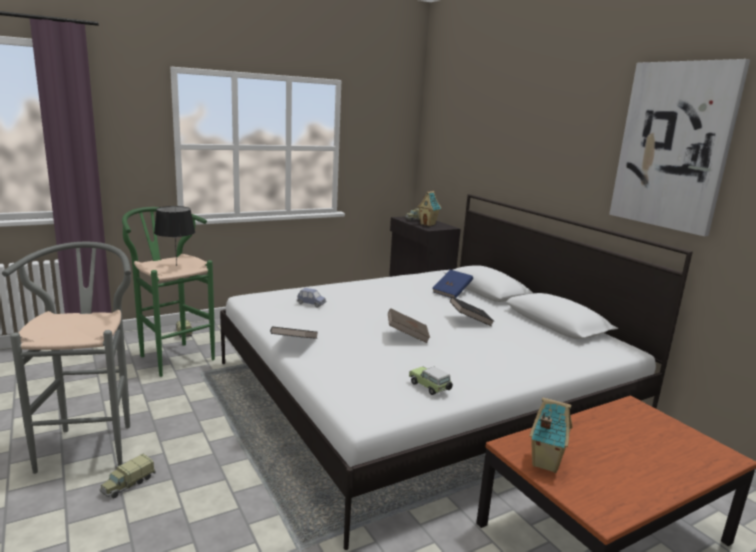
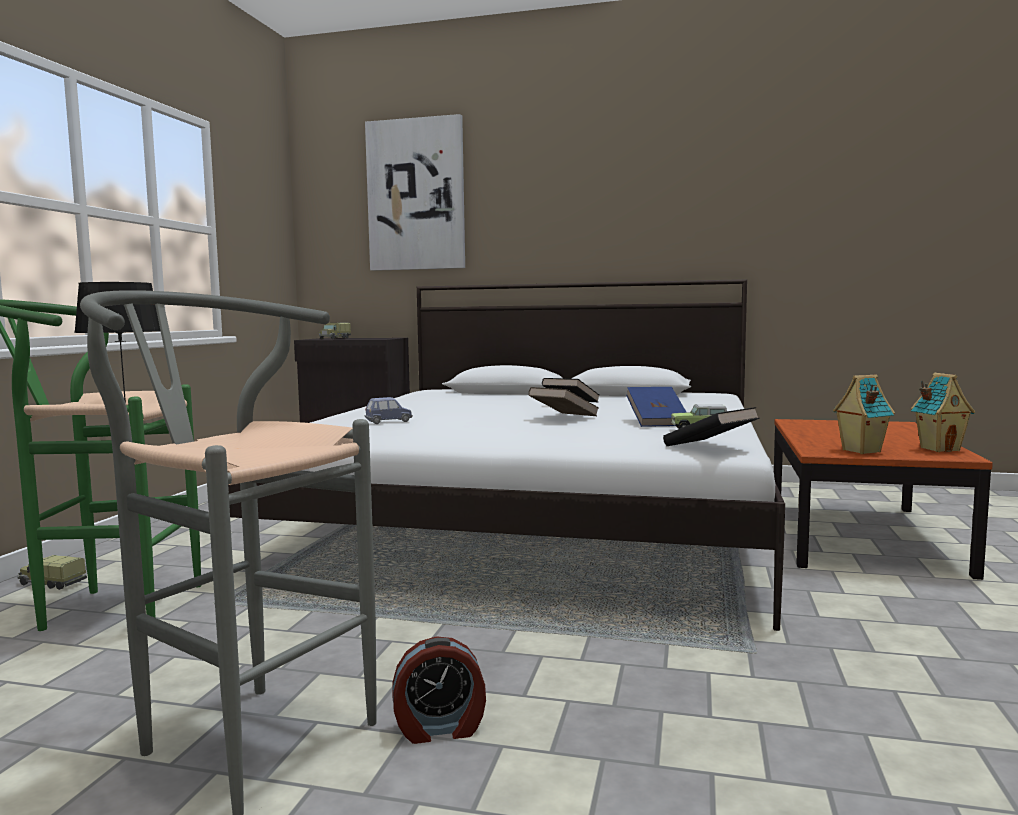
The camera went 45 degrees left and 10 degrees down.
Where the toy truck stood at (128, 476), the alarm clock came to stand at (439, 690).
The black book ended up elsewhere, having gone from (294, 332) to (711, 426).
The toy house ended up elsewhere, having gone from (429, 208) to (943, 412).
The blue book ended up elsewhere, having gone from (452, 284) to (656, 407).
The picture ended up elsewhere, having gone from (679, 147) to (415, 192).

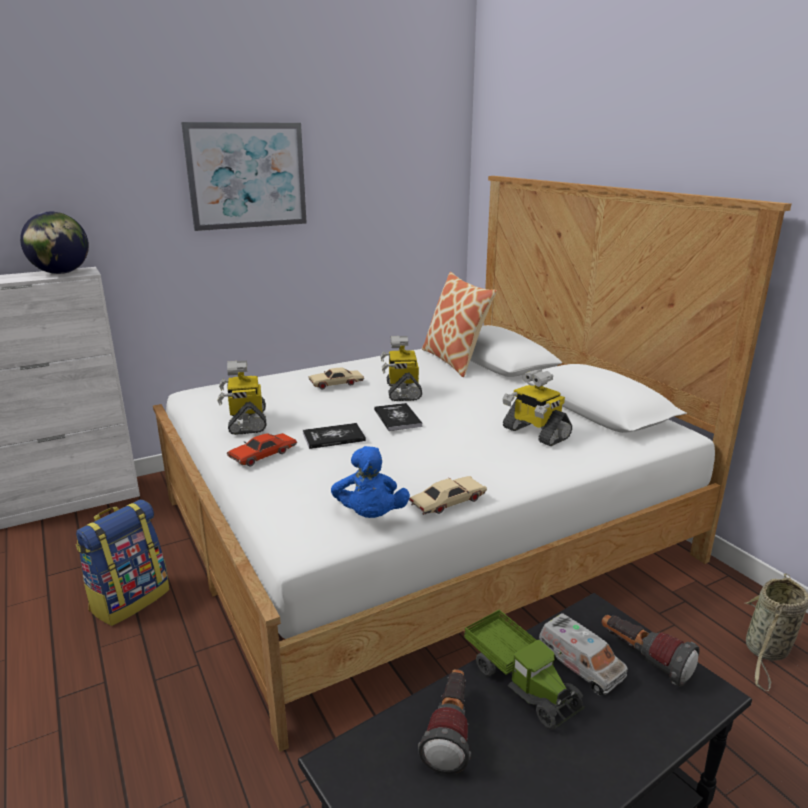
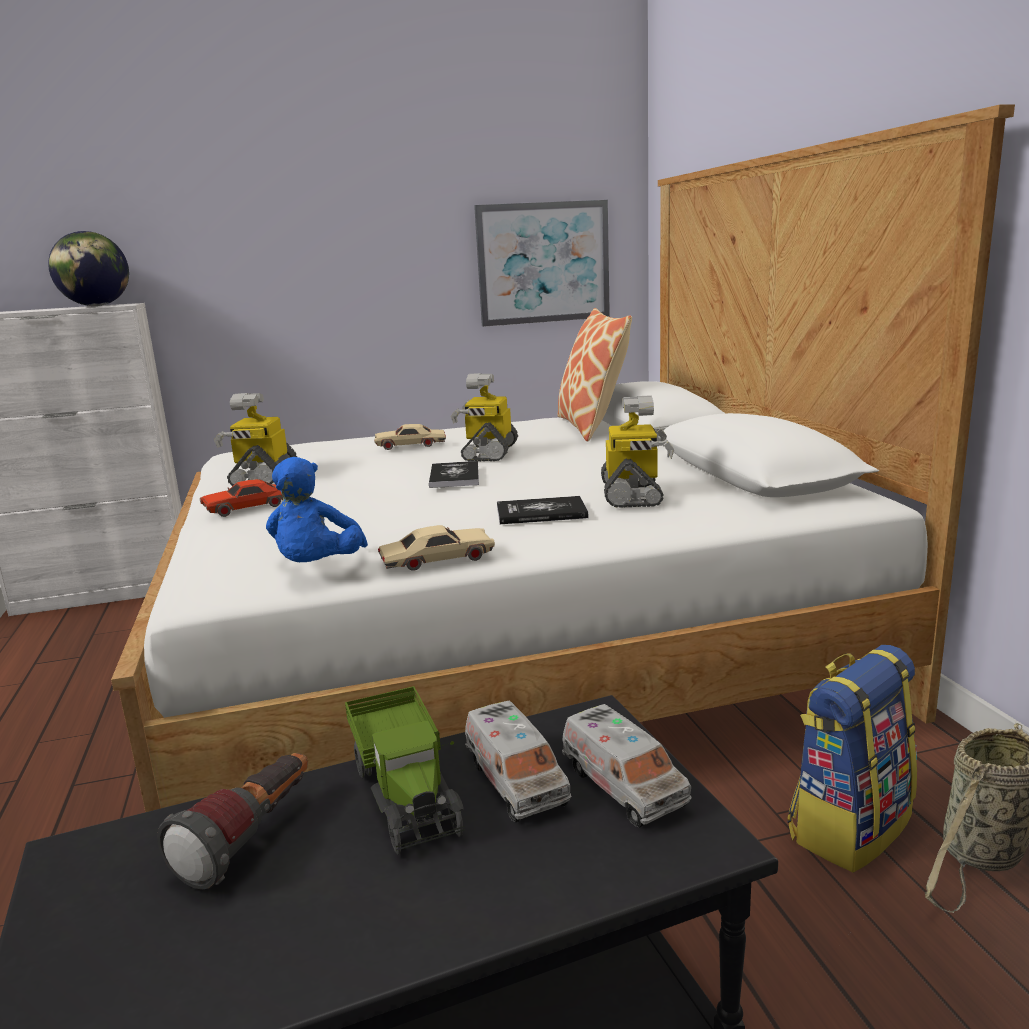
The camera went 15 degrees right and 5 degrees down.
The backpack ended up elsewhere, having gone from (123, 563) to (852, 758).
The picture ended up elsewhere, having gone from (244, 176) to (542, 263).
The book ended up elsewhere, having gone from (334, 436) to (542, 510).
The toy robot at (537, 407) ended up facing another way, 150 degrees counterclockwise from before.
Where the flashlight stood at (650, 651), the toy truck came to stand at (626, 765).

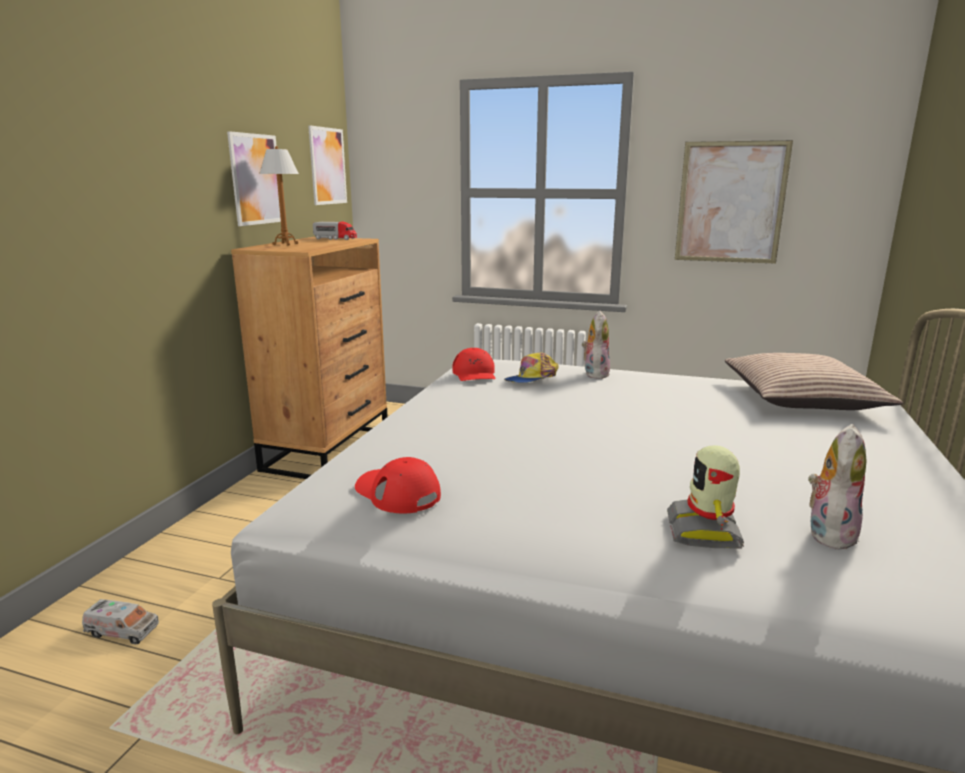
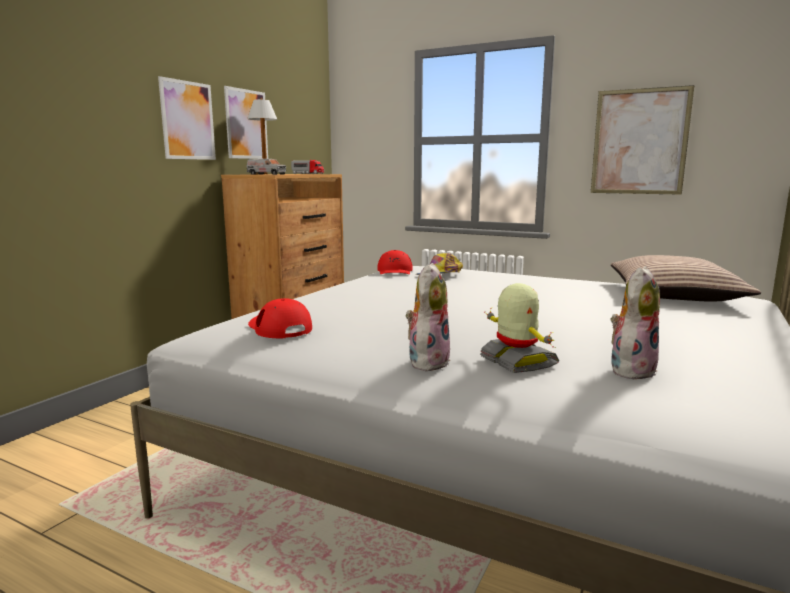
The camera went 10 degrees right and 5 degrees down.
The toy truck ended up elsewhere, having gone from (120, 621) to (266, 167).
The picture ended up elsewhere, having gone from (327, 165) to (187, 118).
The plush toy ended up elsewhere, having gone from (596, 344) to (428, 317).
The toy robot at (705, 497) ended up facing another way, 135 degrees clockwise from before.

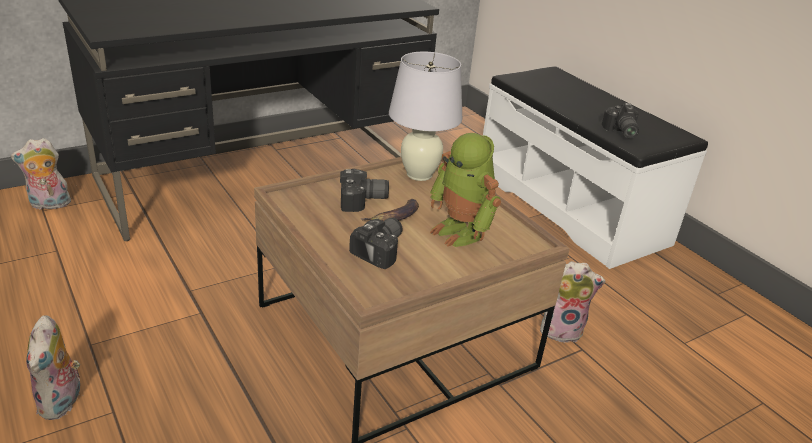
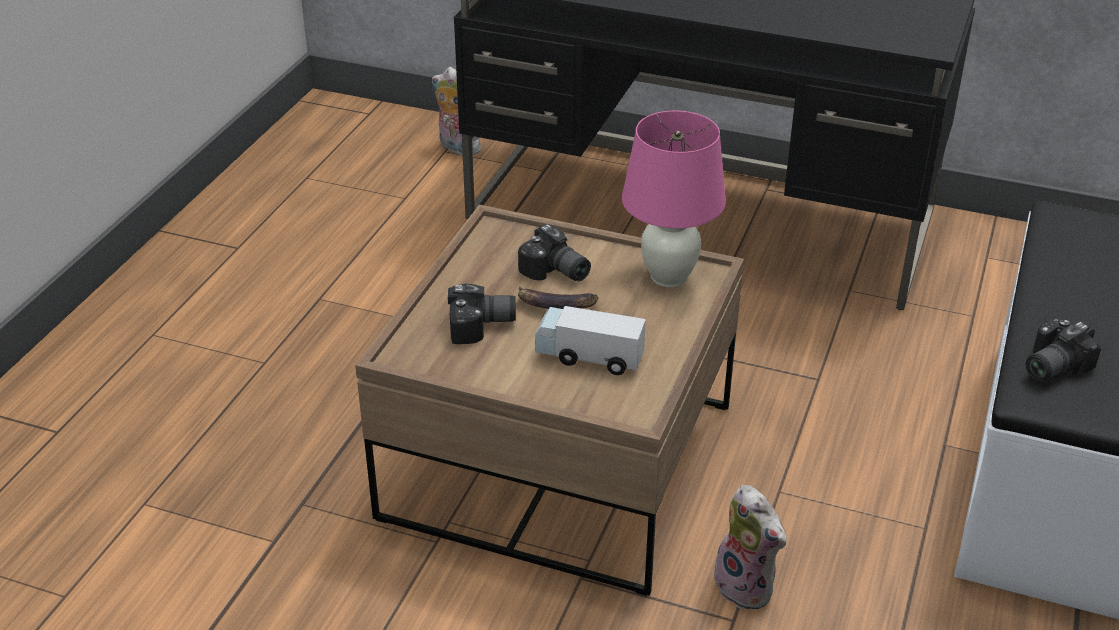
The camera went 55 degrees right and 5 degrees up.
The second view lost the plush toy at (55, 368).
What was the white table lamp at (425, 116) turned into the pink table lamp at (674, 199).
Where the toy robot stood at (465, 190), the toy truck came to stand at (590, 340).

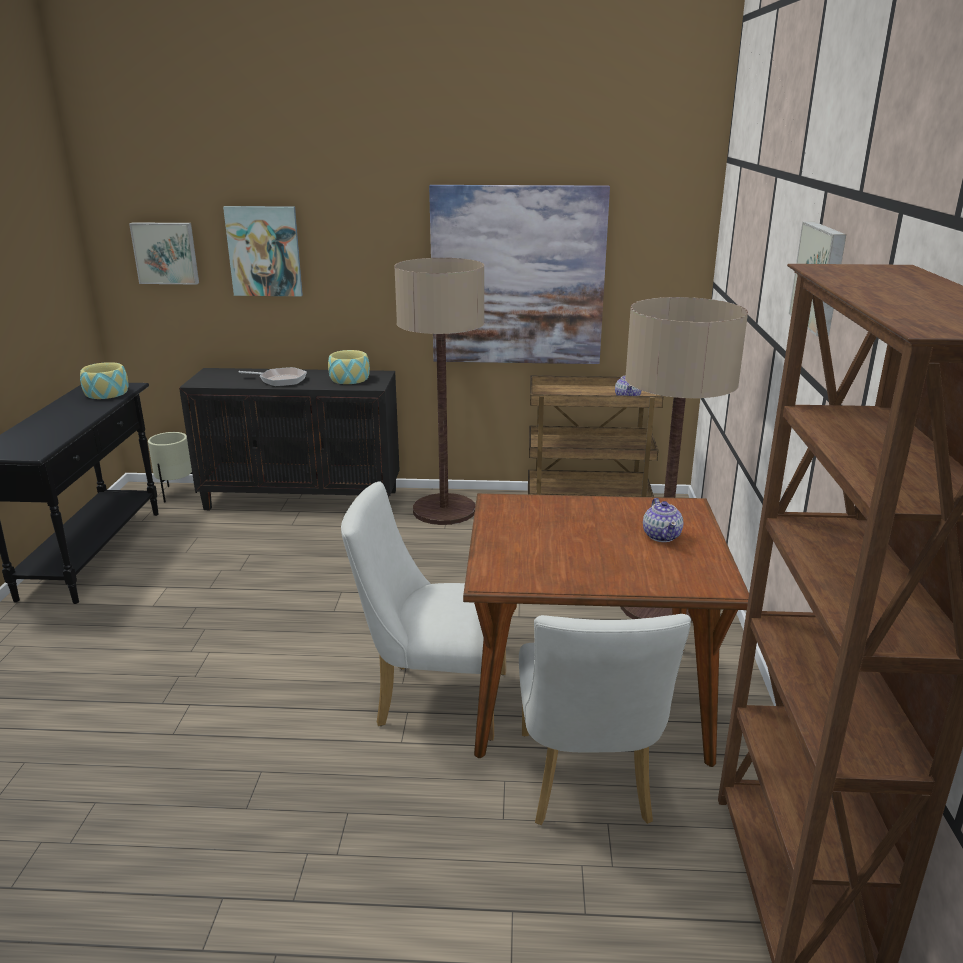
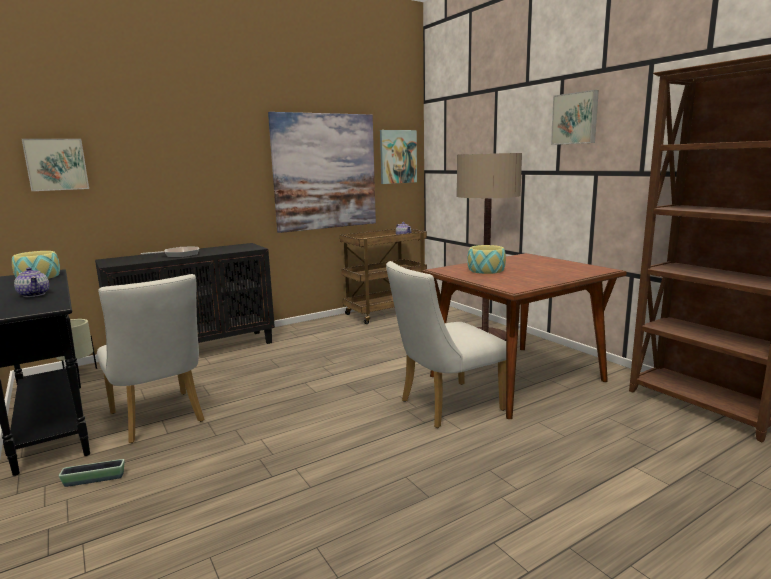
The camera went 35 degrees left and 10 degrees down.
The picture ended up elsewhere, having gone from (263, 251) to (398, 157).
The bowl ended up elsewhere, having gone from (349, 367) to (486, 259).
The second view lost the floor lamp at (439, 391).
The white chair ended up elsewhere, having gone from (605, 719) to (151, 358).
The teapot ended up elsewhere, having gone from (663, 520) to (31, 282).
The second view gained the planter at (92, 473).

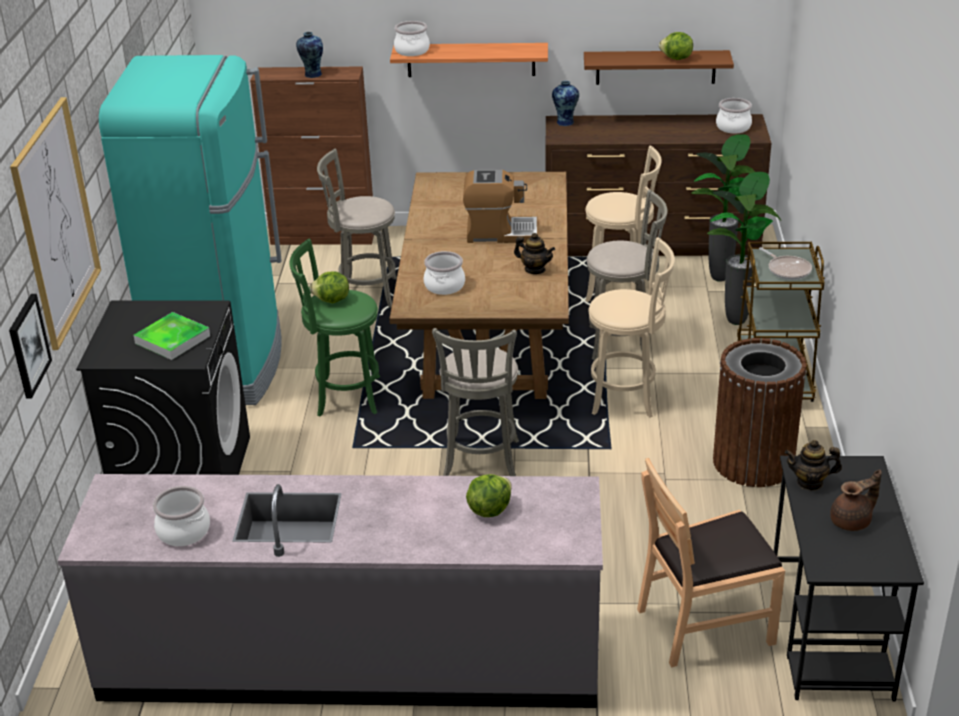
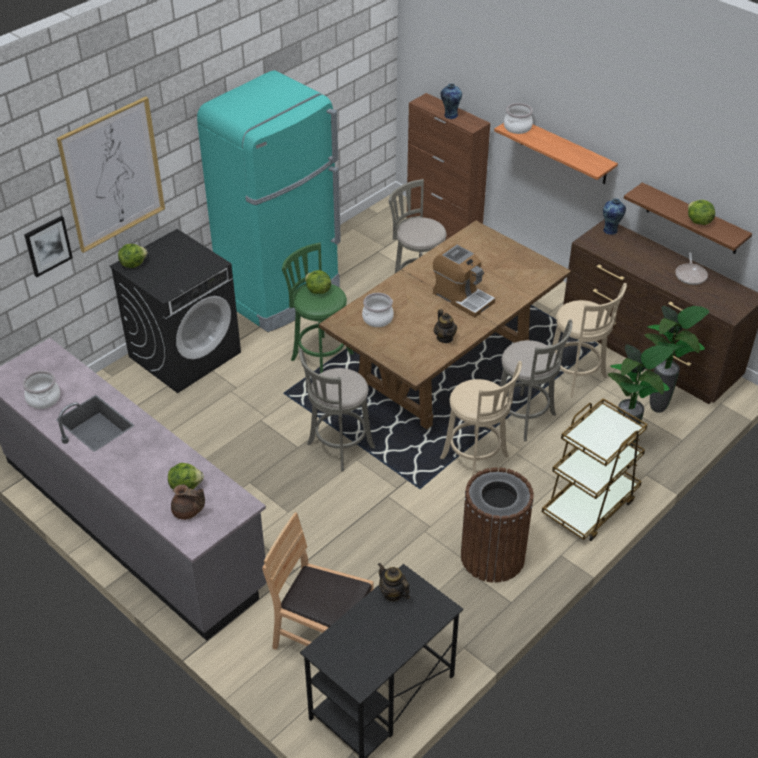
The camera went 40 degrees right and 10 degrees up.
The second view lost the tray at (172, 336).
The second view lost the cooking pot at (734, 115).
The frying pan ended up elsewhere, having gone from (785, 263) to (691, 269).
The brown teapot ended up elsewhere, having gone from (856, 500) to (188, 502).
The second view gained the lettuce at (133, 256).

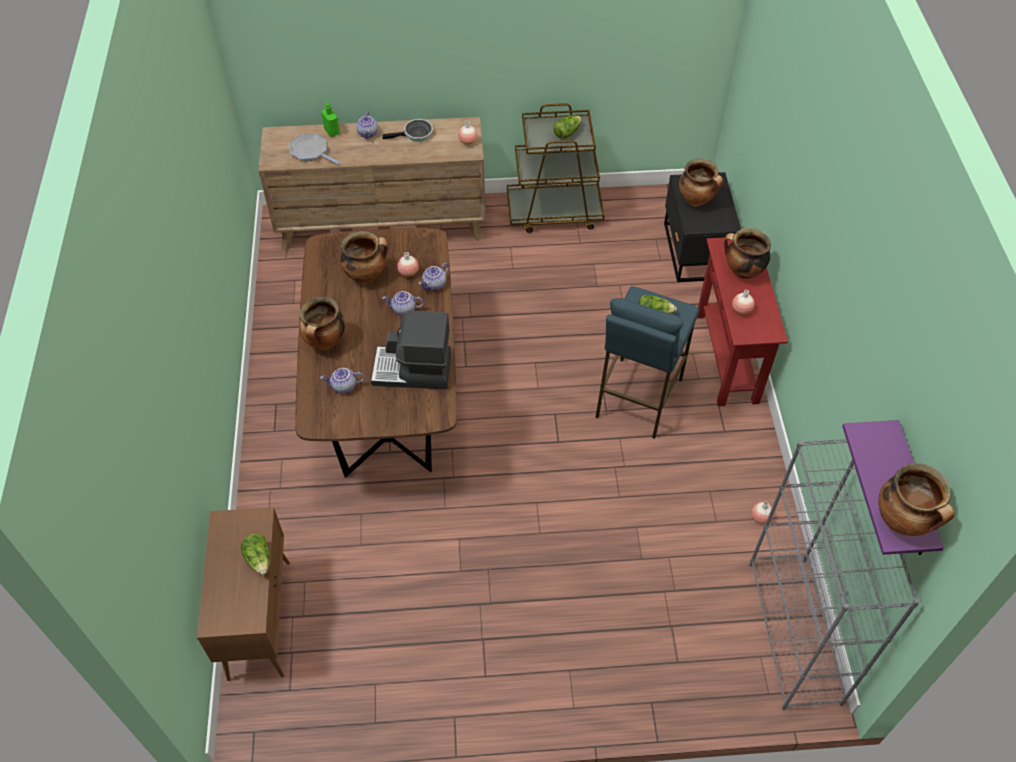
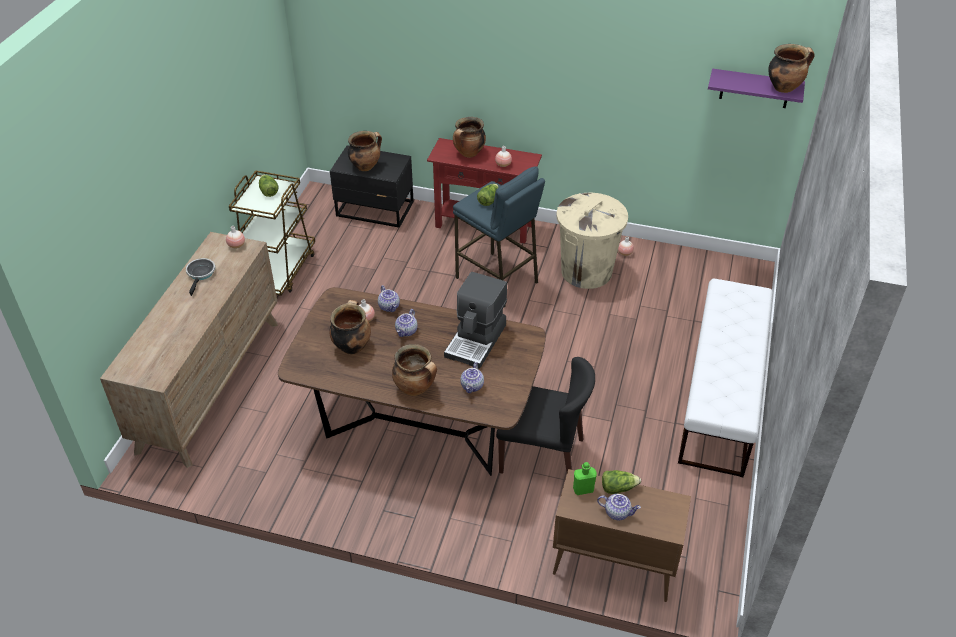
The camera went 70 degrees left and 10 degrees down.
The second view lost the frying pan at (314, 149).
The green bottle ended up elsewhere, having gone from (330, 119) to (585, 478).
The teapot ended up elsewhere, having gone from (367, 125) to (619, 507).
The second view lost the grey bookcase at (834, 574).
The second view gained the black chair at (545, 415).
The second view gained the beige trash can at (592, 241).
The second view gained the white bench at (725, 378).

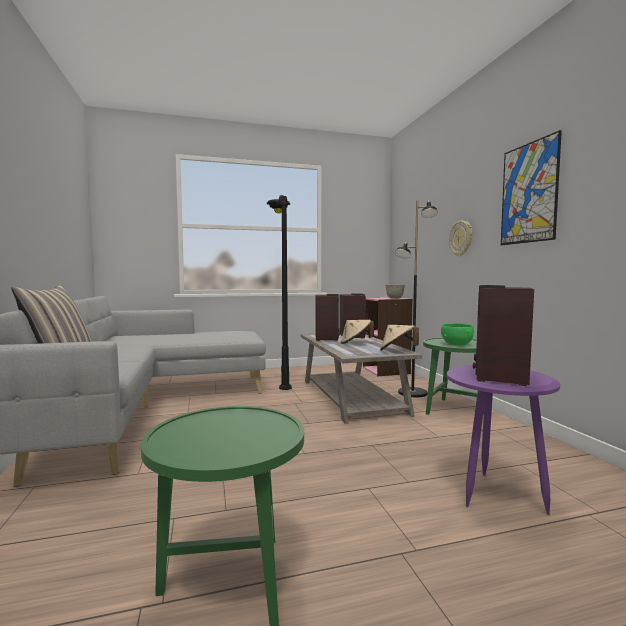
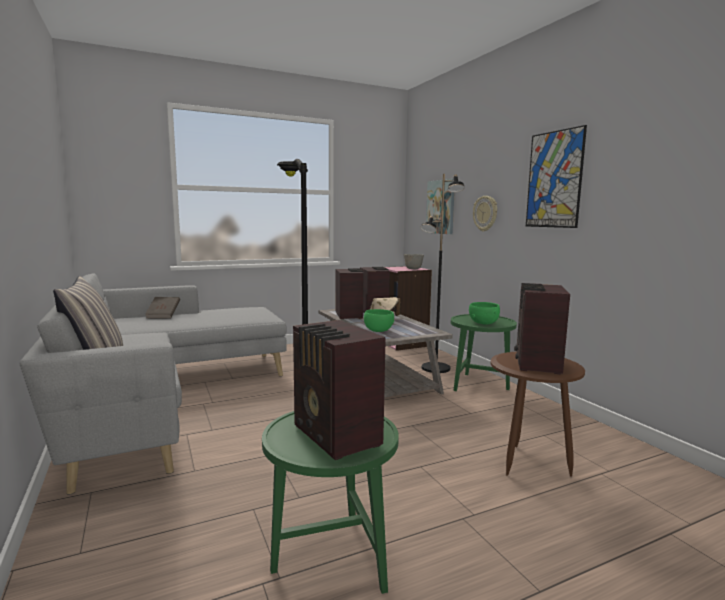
The camera went 10 degrees left and 5 degrees up.
The second view lost the beige hat at (399, 338).
What was the purple side table at (503, 440) turned into the brown side table at (538, 414).
The second view gained the brown book at (162, 308).
The second view gained the radio at (339, 390).
The second view gained the green bowl at (379, 320).
The second view gained the picture at (440, 206).

